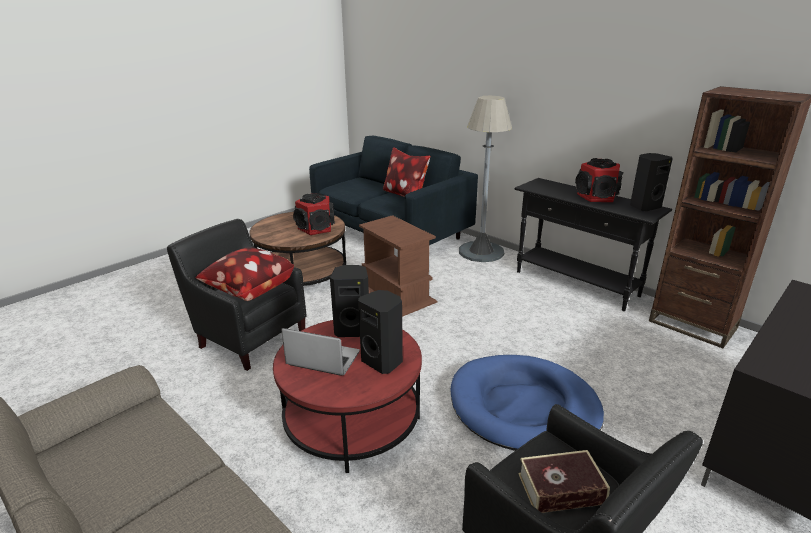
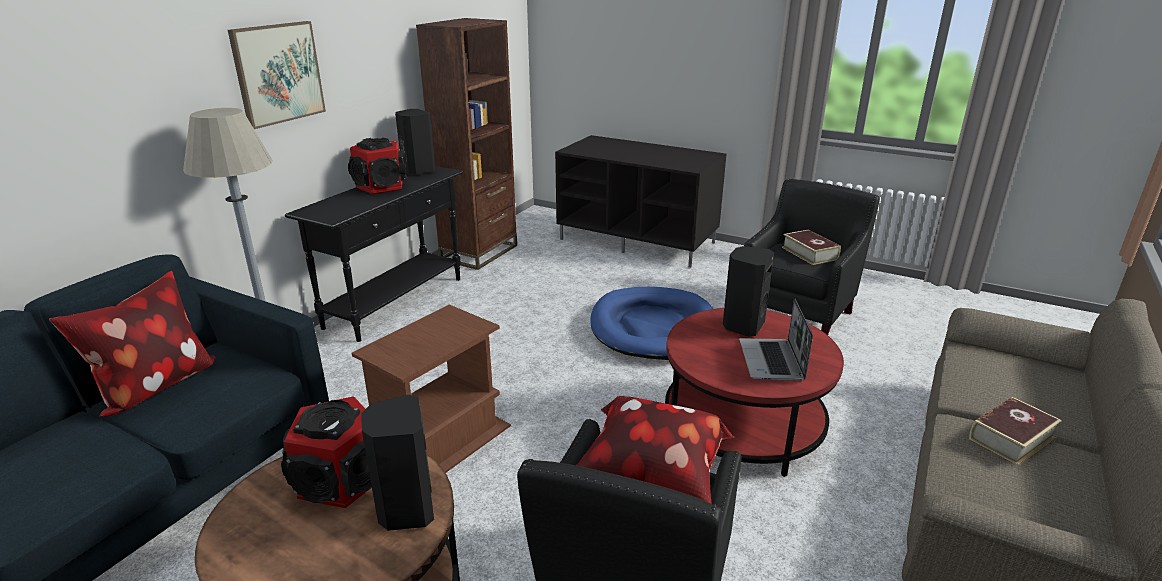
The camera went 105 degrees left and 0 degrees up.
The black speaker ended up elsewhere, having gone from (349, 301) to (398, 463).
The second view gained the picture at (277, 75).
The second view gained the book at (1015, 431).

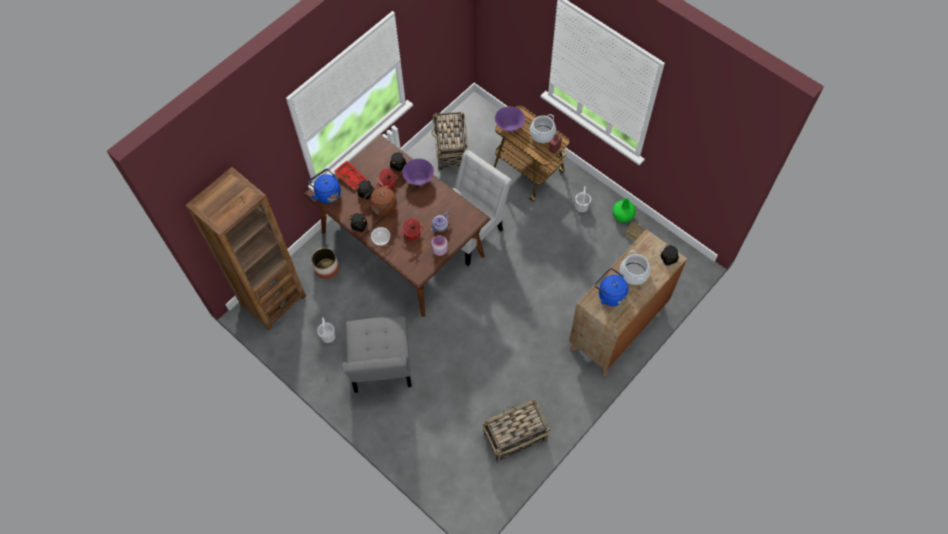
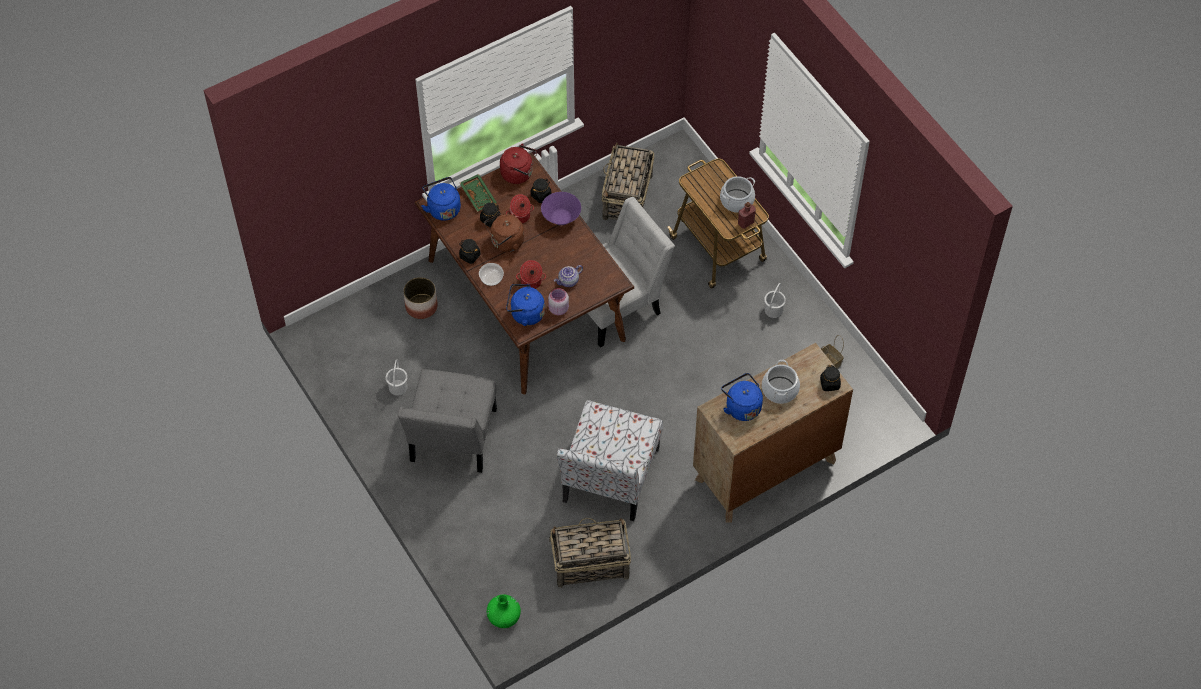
The camera went 15 degrees right and 5 degrees down.
The second view lost the brown bookcase at (245, 248).
What was the red tray at (350, 175) turned into the green tray at (478, 193).
The second view lost the purple bowl at (510, 119).
The green vase ended up elsewhere, having gone from (624, 210) to (504, 611).
The second view gained the red kettle at (518, 163).
The second view gained the blue kettle at (525, 305).
The second view gained the chair at (610, 460).

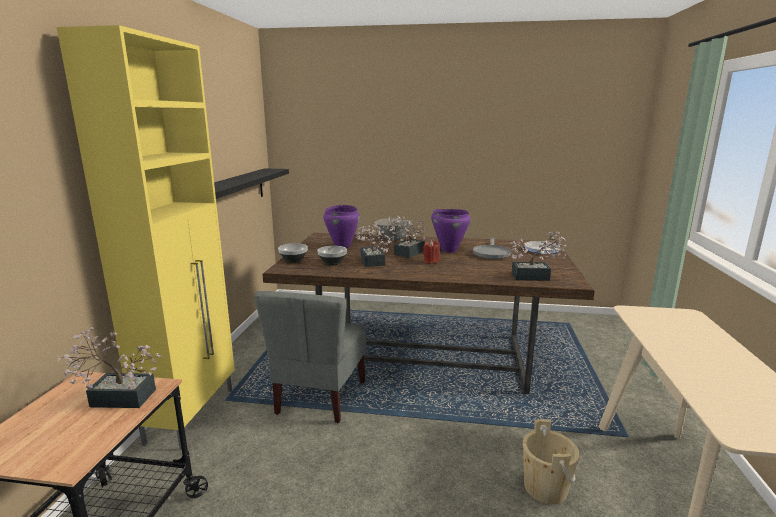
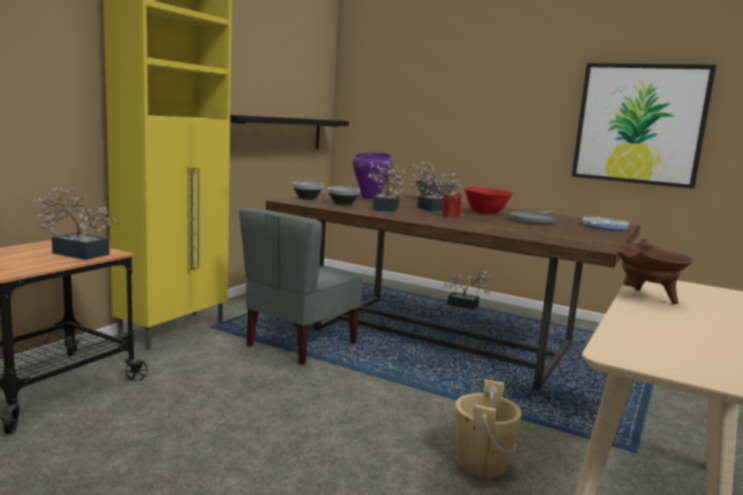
The camera went 20 degrees right and 5 degrees down.
Where the purple cooking pot stood at (451, 231), the red bowl came to stand at (488, 200).
The potted plant ended up elsewhere, having gone from (536, 256) to (467, 290).
The second view gained the picture at (644, 126).
The second view gained the brown cooking pot at (654, 271).

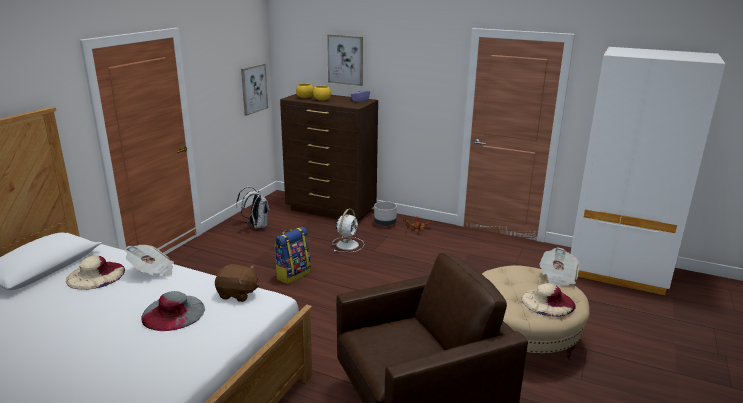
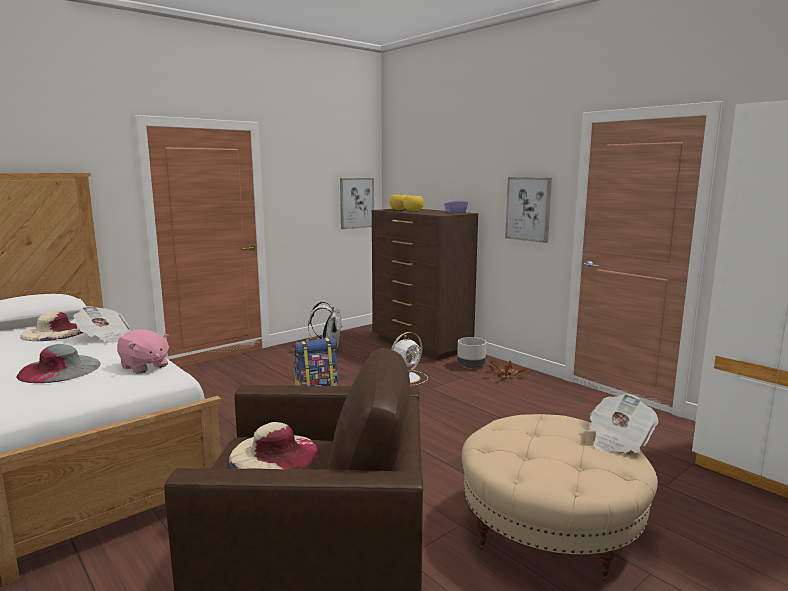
The camera went 25 degrees right and 10 degrees down.
What was the brown plush toy at (237, 283) turned into the pink plush toy at (143, 351).
The picture ended up elsewhere, having gone from (345, 60) to (528, 210).
The beige hat ended up elsewhere, having gone from (548, 300) to (274, 445).

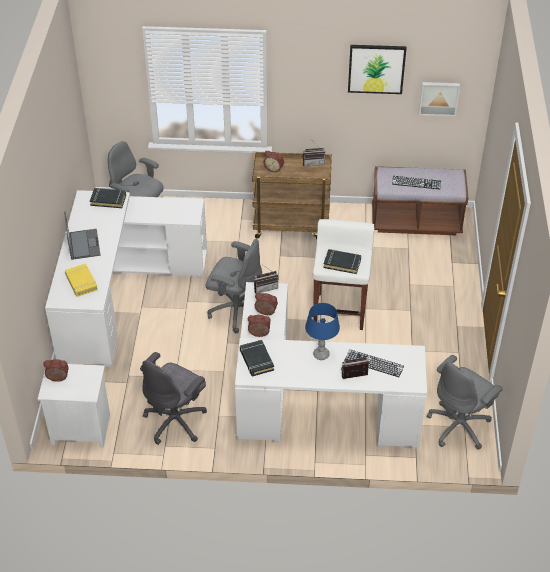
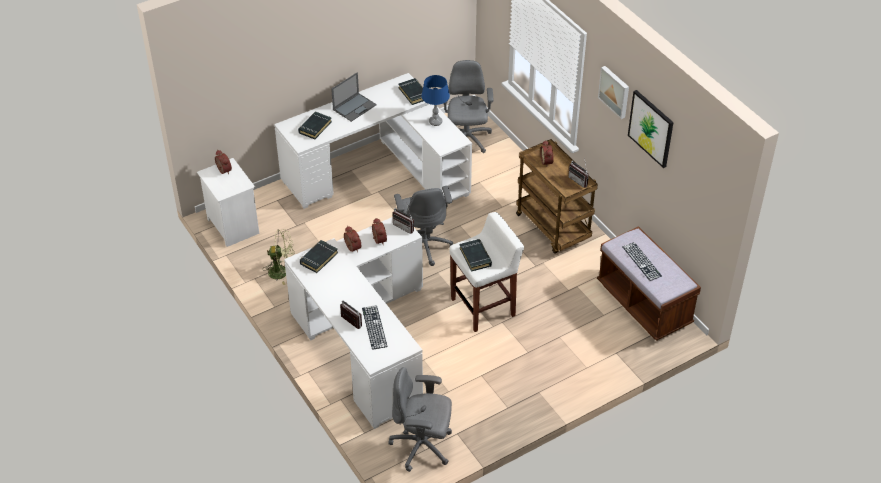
The camera went 55 degrees right and 0 degrees up.
What was the yellow book at (81, 280) turned into the black book at (315, 125).
Where the grey office chair stood at (173, 398), the green fan came to stand at (279, 257).
The blue table lamp ended up elsewhere, having gone from (322, 331) to (435, 100).
The picture ended up elsewhere, having gone from (439, 99) to (613, 92).

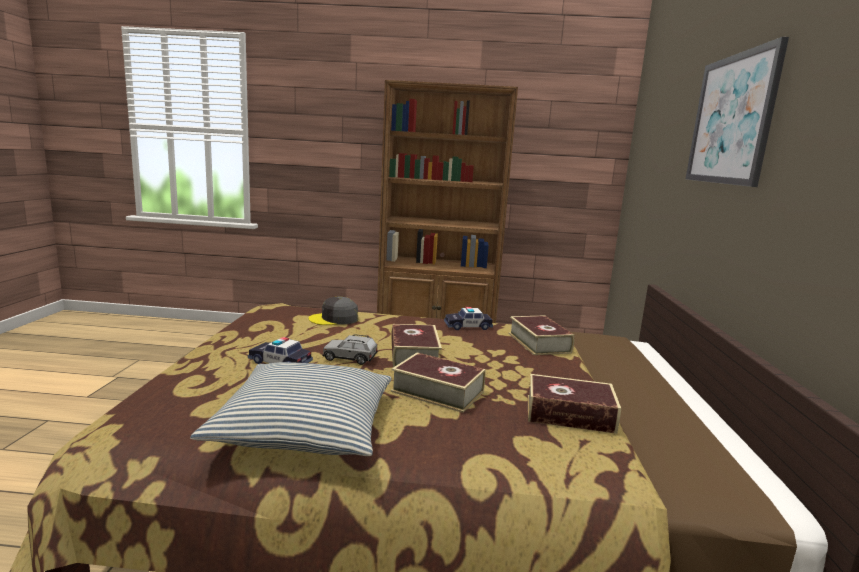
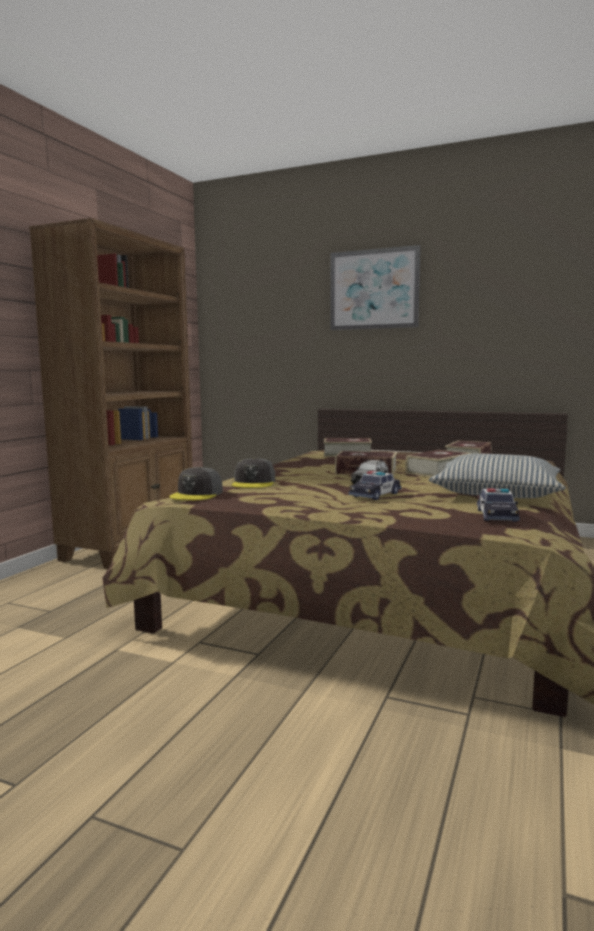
The camera went 70 degrees left and 5 degrees down.
The toy car ended up elsewhere, having gone from (468, 318) to (498, 505).
The second view gained the grey cap at (196, 483).

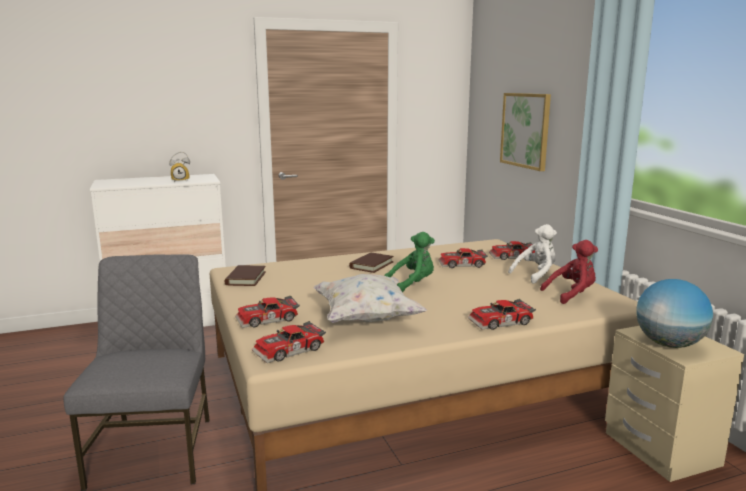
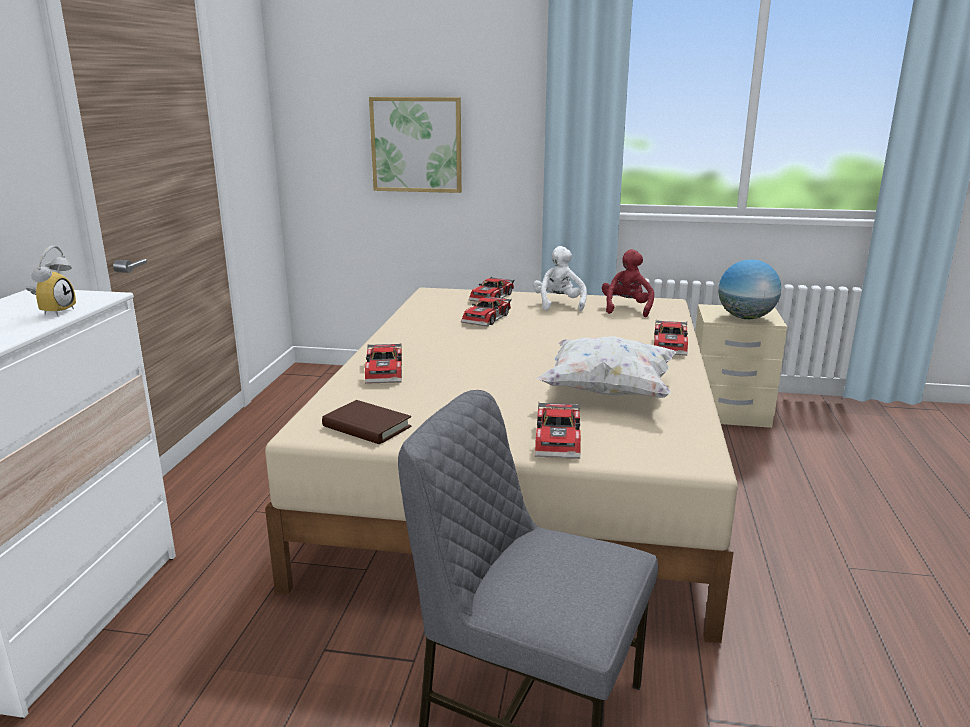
The camera went 60 degrees left and 5 degrees up.
The toy car ended up elsewhere, having gone from (289, 342) to (383, 364).
The second view lost the brown book at (371, 263).
The second view lost the green plush toy at (409, 262).

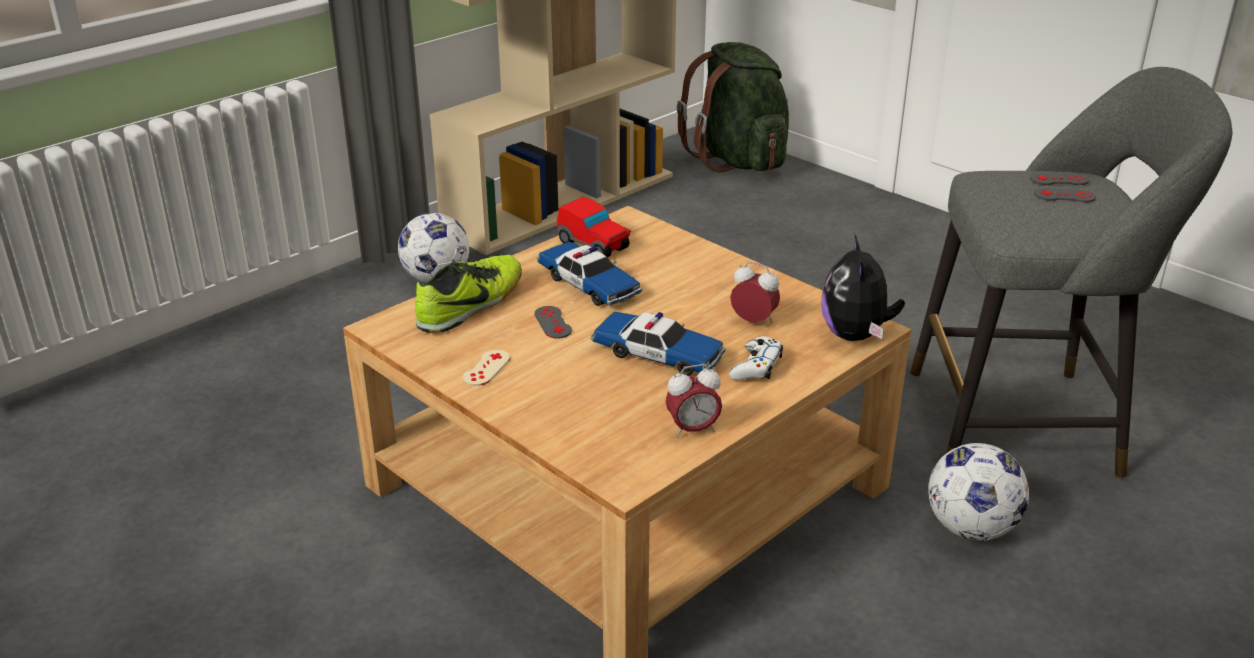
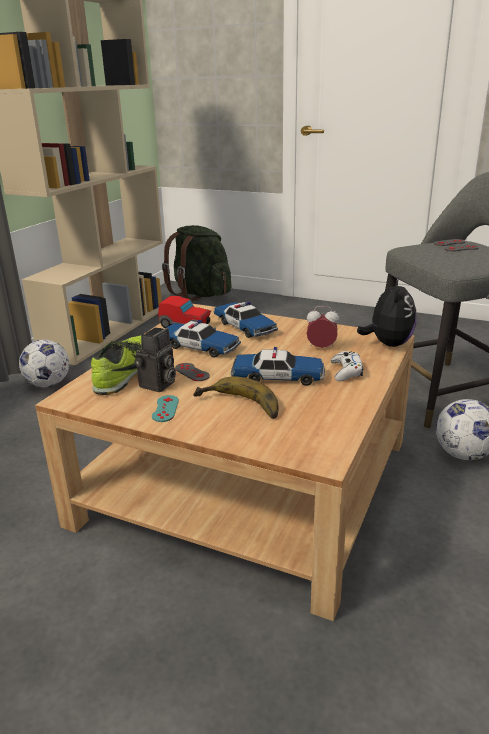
The camera went 20 degrees left and 5 degrees down.
What was the beige game controller at (486, 368) turned into the turquoise game controller at (165, 408).
The second view lost the alarm clock at (694, 401).
The plush toy at (863, 288) ended up facing another way, 150 degrees counterclockwise from before.
The second view gained the photo camera at (155, 360).
The second view gained the banana at (236, 398).
The second view gained the toy car at (245, 320).

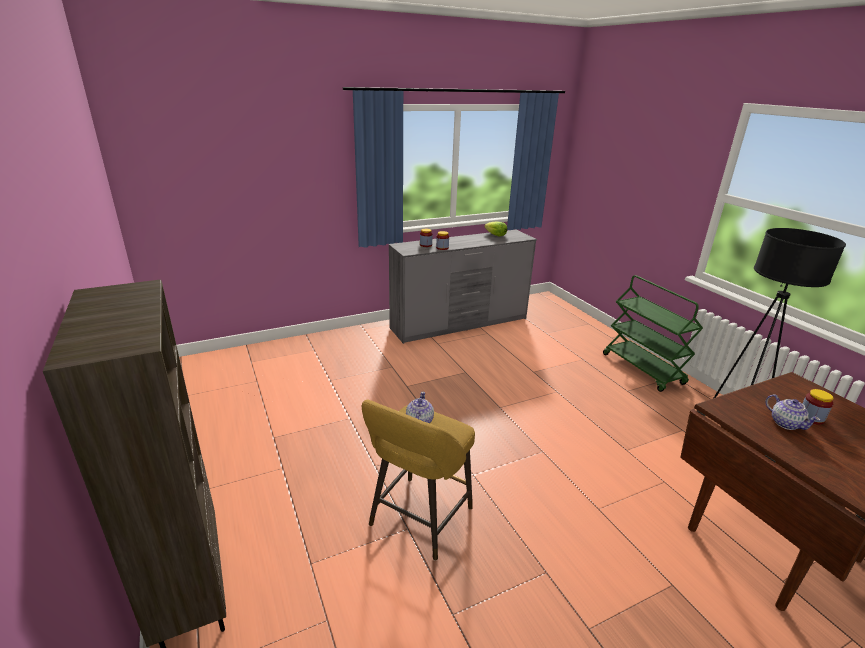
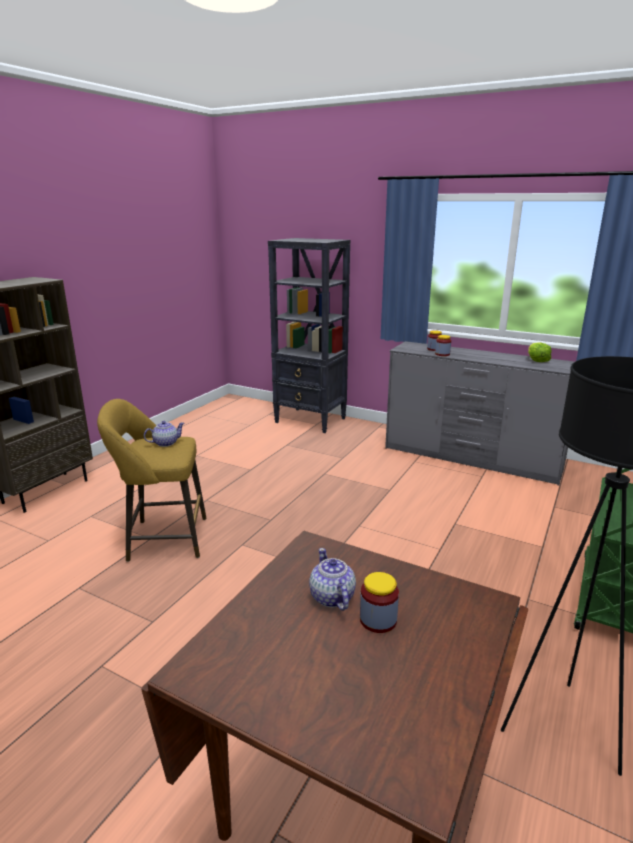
The camera went 55 degrees right and 5 degrees down.
The teapot at (793, 412) ended up facing another way, 135 degrees clockwise from before.
The second view gained the black bookcase at (309, 335).

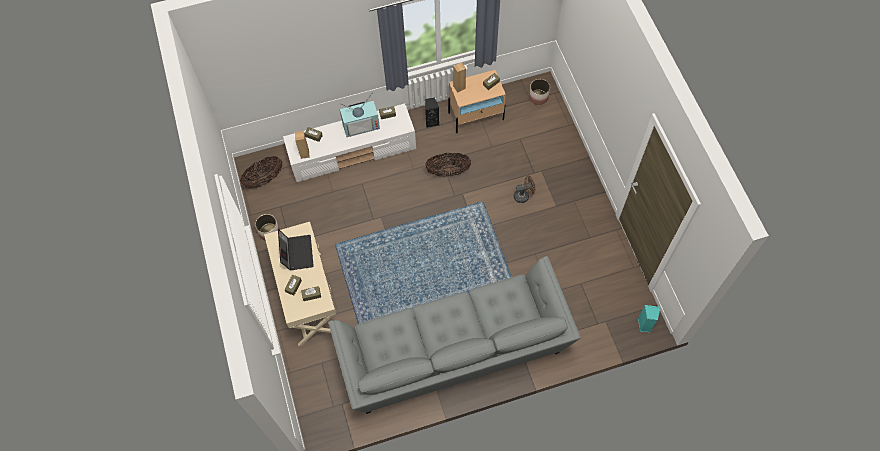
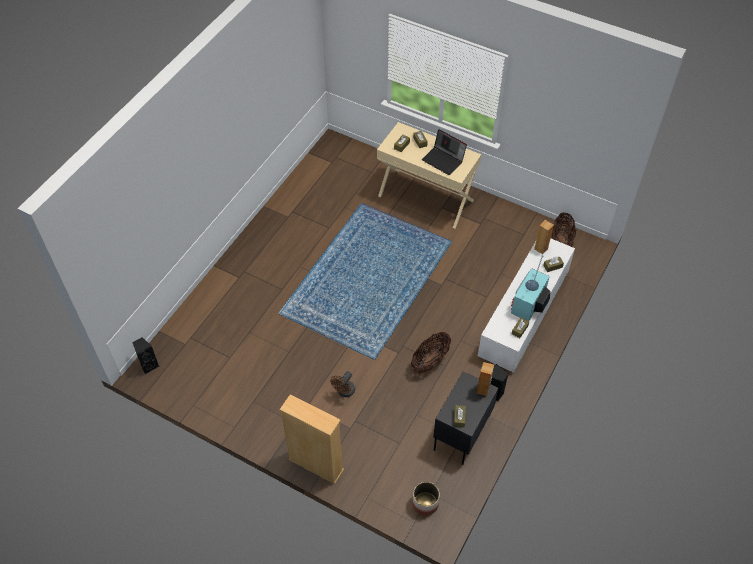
The camera went 135 degrees right and 10 degrees down.
The second view lost the planter at (267, 227).
The second view lost the grey sofa at (454, 335).
What was the beige nightstand at (477, 101) turned into the black nightstand at (465, 418).
What was the turquoise speaker at (649, 318) turned into the black speaker at (145, 355).
The second view gained the beige bookcase at (312, 439).

